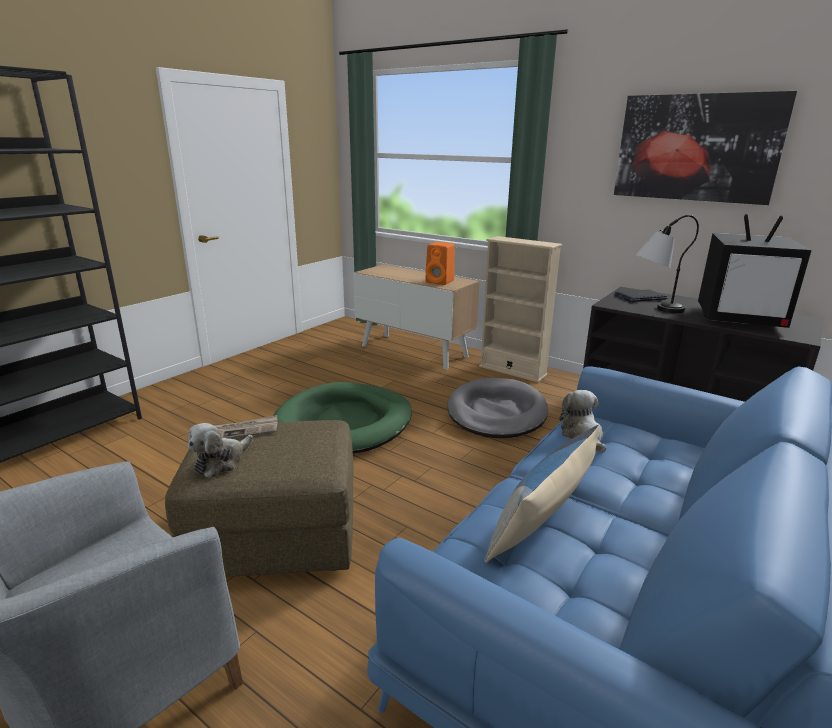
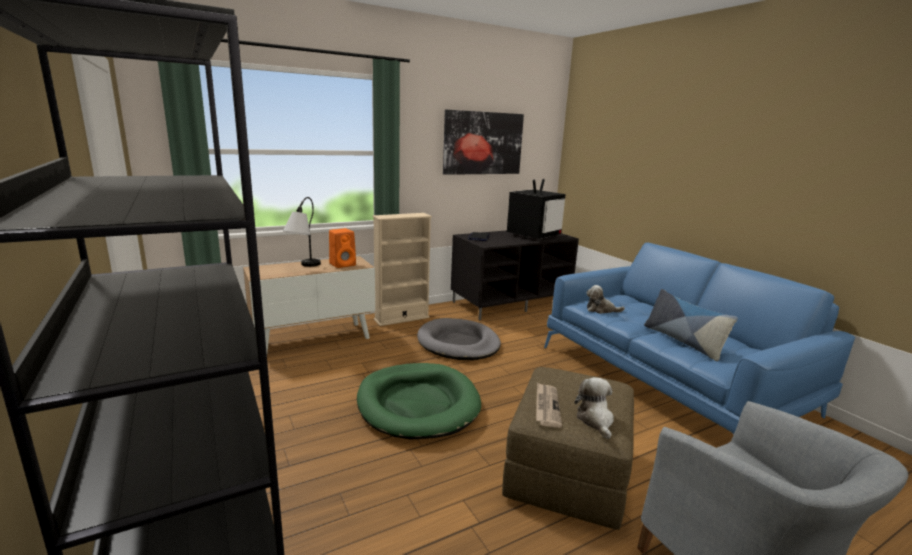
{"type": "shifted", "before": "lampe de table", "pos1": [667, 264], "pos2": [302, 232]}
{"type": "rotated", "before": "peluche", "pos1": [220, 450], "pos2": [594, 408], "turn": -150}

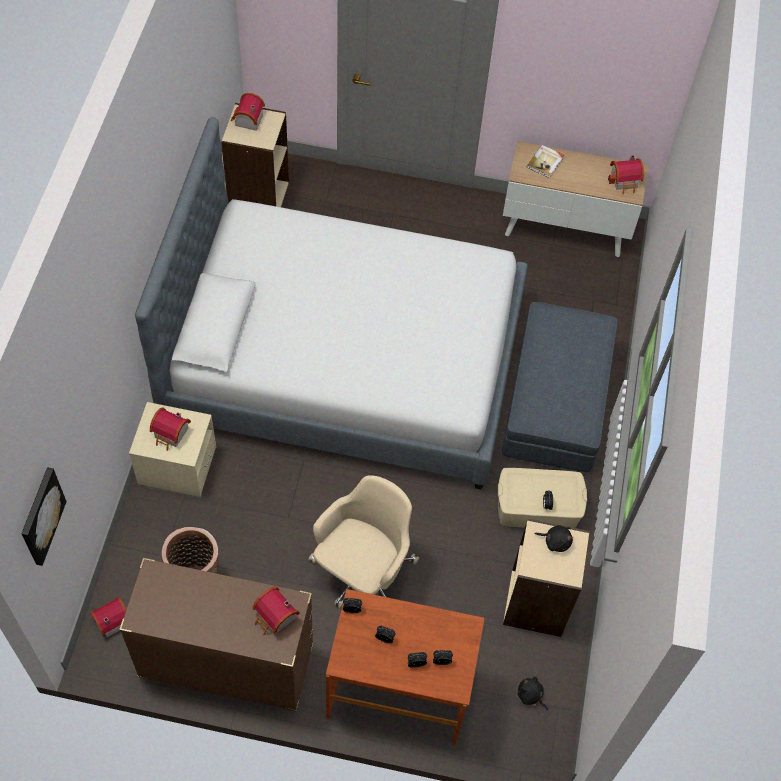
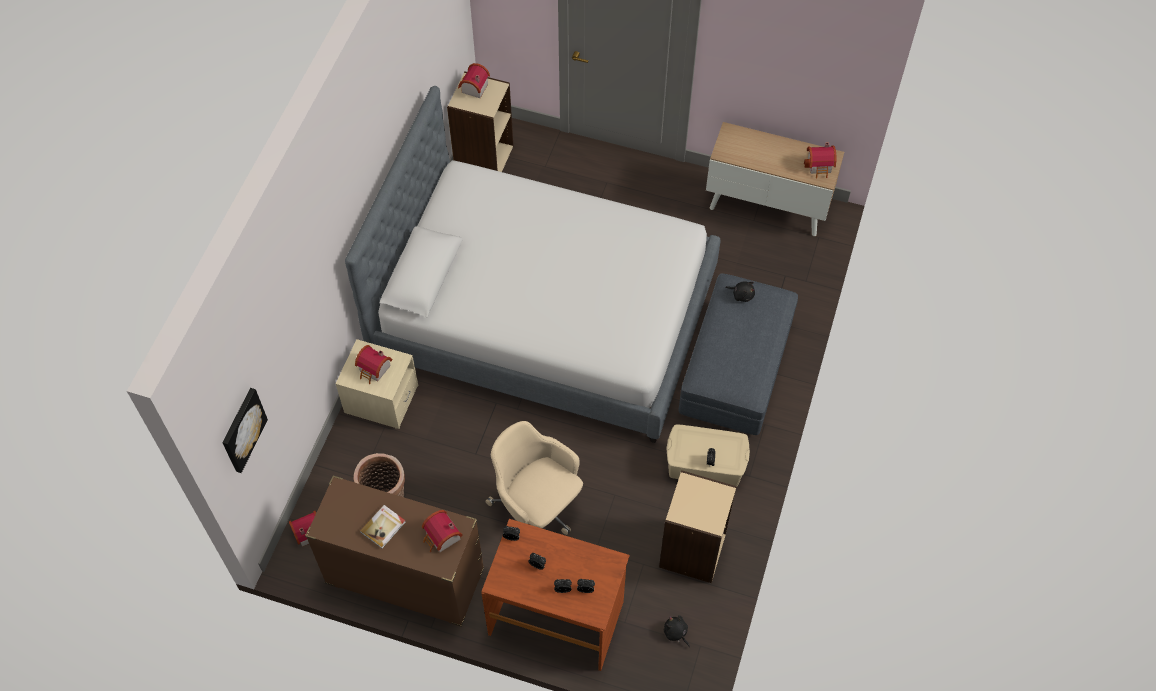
{"type": "shifted", "before": "livre", "pos1": [545, 161], "pos2": [383, 527]}
{"type": "rotated", "before": "chaise de bureau/beige", "pos1": [363, 541], "pos2": [534, 478], "turn": -90}
{"type": "shifted", "before": "peluche/noir", "pos1": [554, 538], "pos2": [740, 291]}

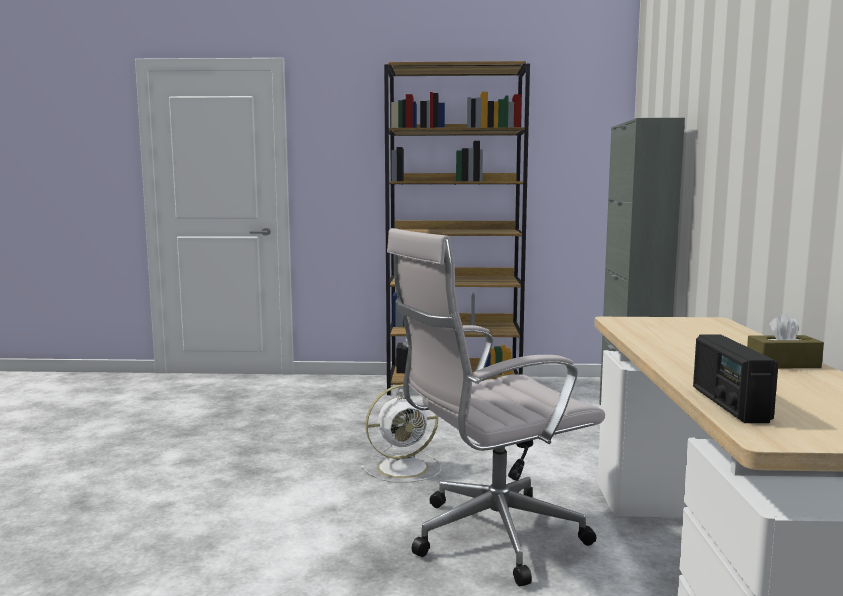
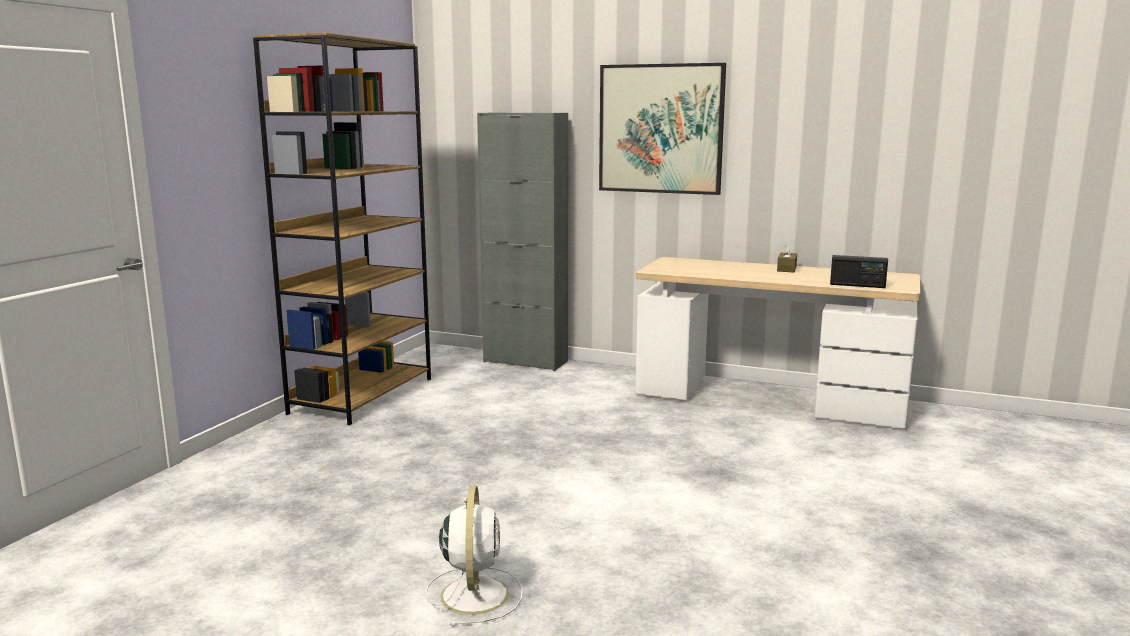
{"type": "gone", "before": "chaise de bureau/blanc", "pos1": [496, 407]}
{"type": "shifted", "before": "ventilateur/blanc", "pos1": [401, 433], "pos2": [474, 556]}
{"type": "new", "after": "tableau", "pos2": [662, 129]}

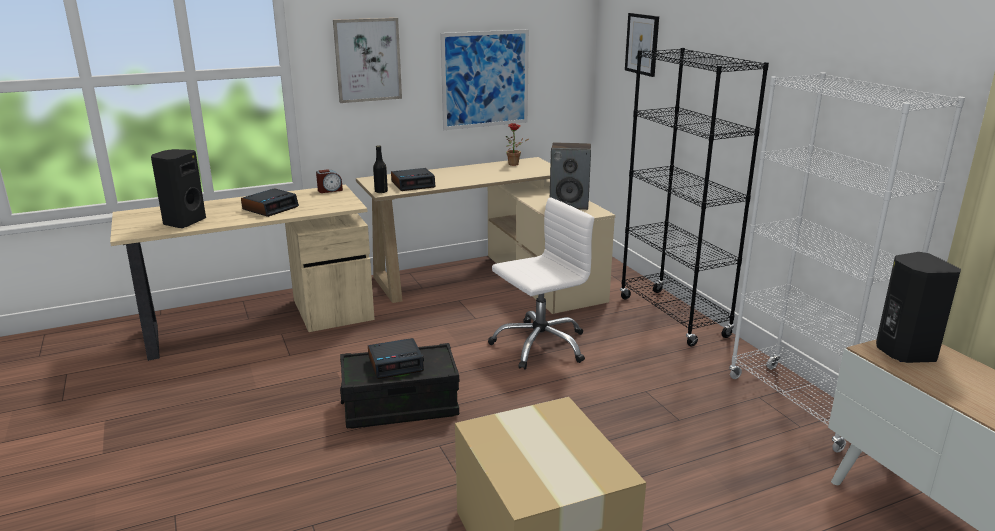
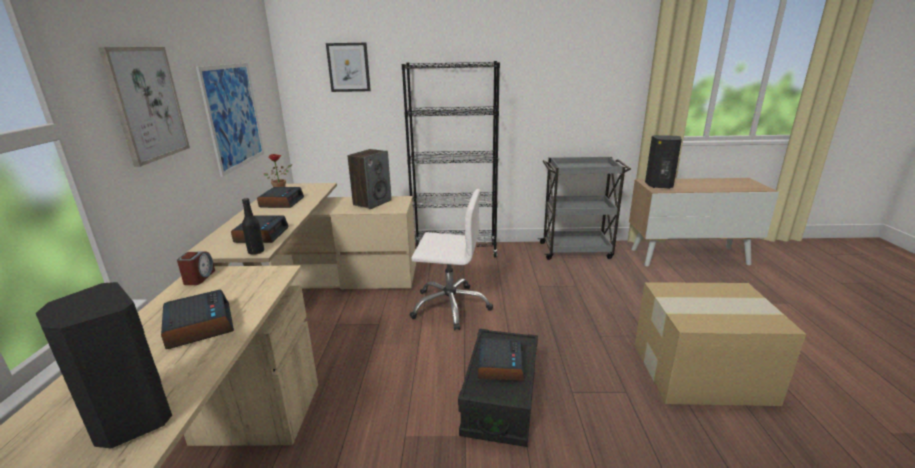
{"type": "swapped", "before": "bibliothèque/blanc", "after": "chariot/gris", "pos1": [847, 263], "pos2": [584, 208]}
{"type": "rotated", "before": "chaise de bureau/blanc", "pos1": [541, 283], "pos2": [451, 259], "turn": 105}
{"type": "new", "after": "réveil", "pos2": [280, 197]}

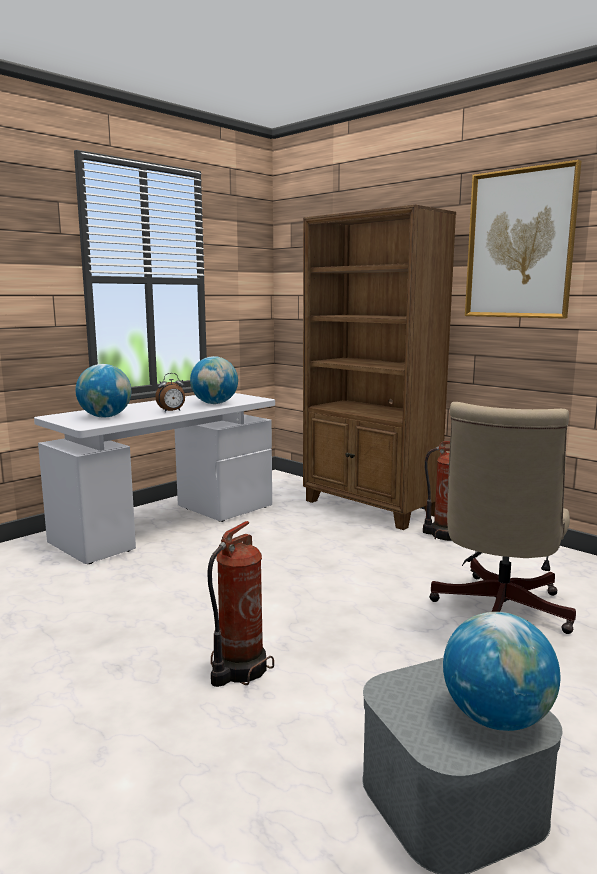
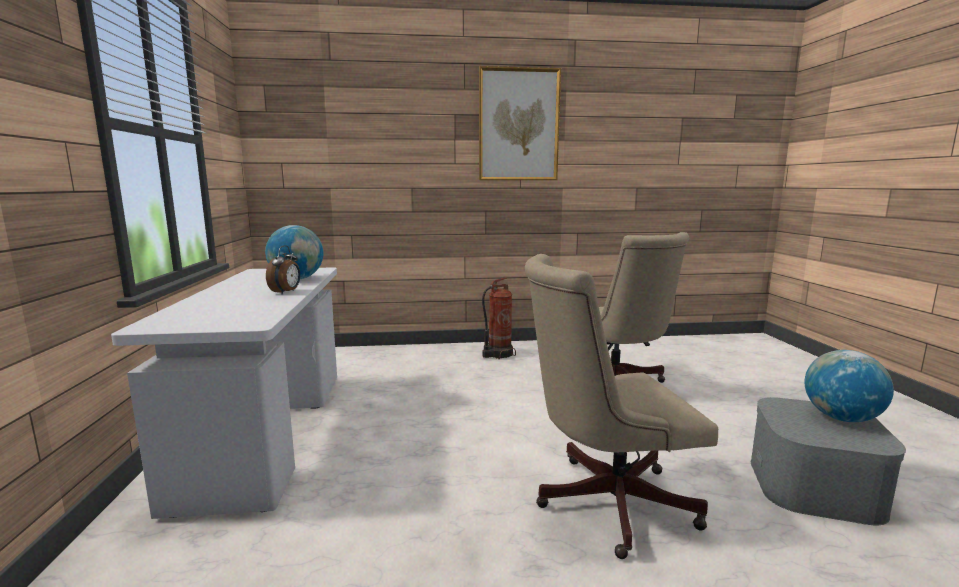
{"type": "gone", "before": "bibliothèque/marron", "pos1": [379, 367]}
{"type": "gone", "before": "globe", "pos1": [103, 390]}
{"type": "swapped", "before": "extincteur", "after": "chaise de bureau/beige", "pos1": [240, 604], "pos2": [621, 406]}

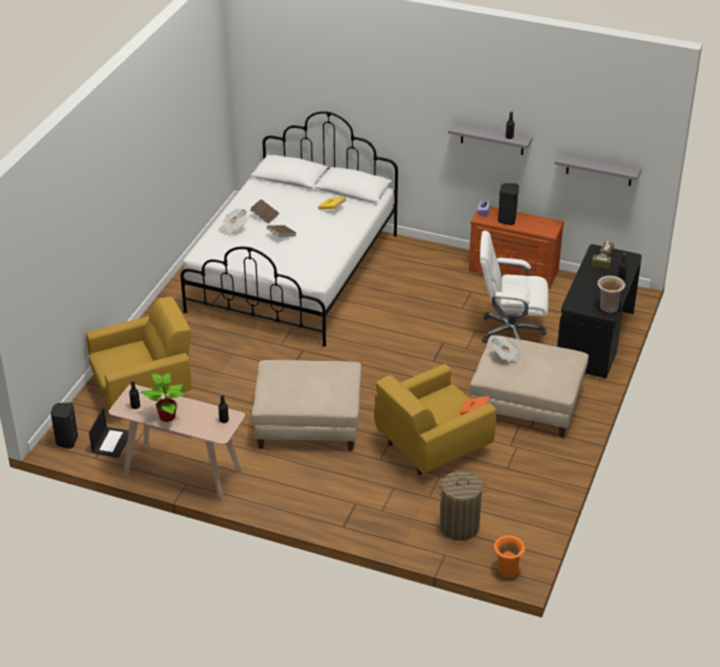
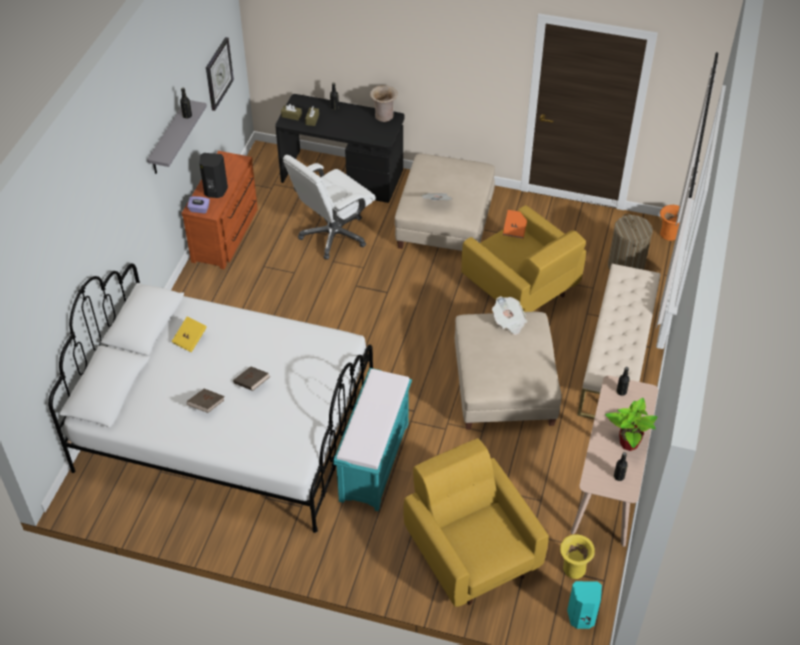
{"type": "swapped", "before": "étagère/gris", "after": "horloge murale", "pos1": [598, 169], "pos2": [220, 74]}
{"type": "shifted", "before": "journal", "pos1": [233, 222], "pos2": [509, 315]}
{"type": "rotated", "before": "chaise de bureau/blanc", "pos1": [514, 286], "pos2": [329, 207], "turn": 45}
{"type": "repainted", "before": "enceinte/noir", "after": "enceinte/turquoise", "pos1": [64, 426], "pos2": [584, 605]}
{"type": "swapped", "before": "ordinateur portable", "after": "vase/jaune", "pos1": [109, 432], "pos2": [577, 556]}
{"type": "new", "after": "banc/beige", "pos2": [618, 341]}
{"type": "new", "after": "banc/turquoise", "pos2": [372, 439]}

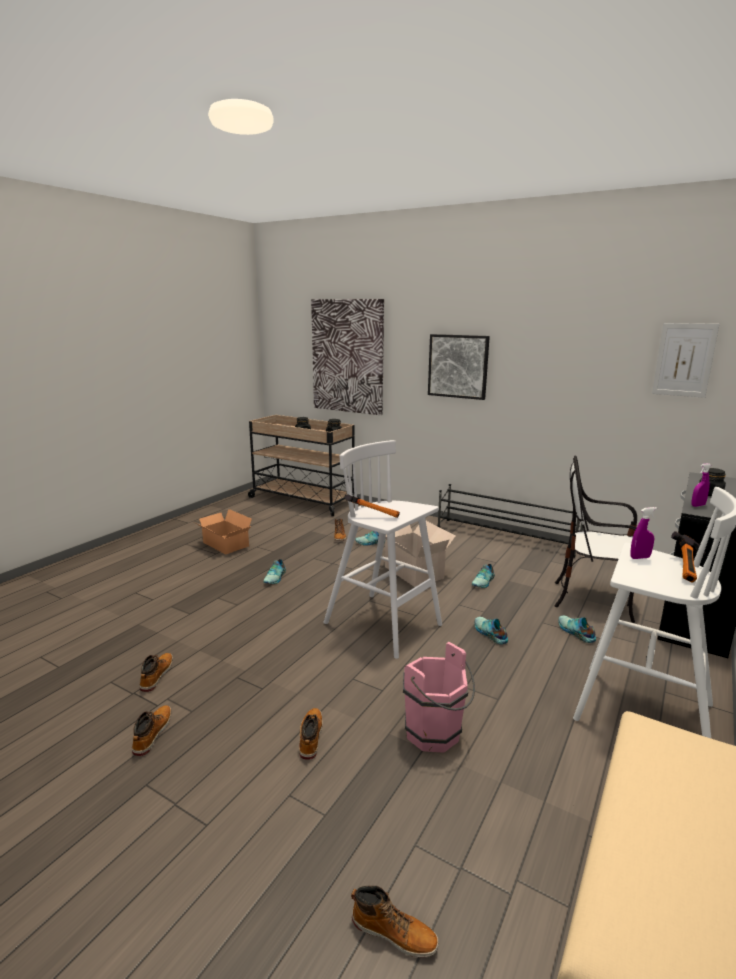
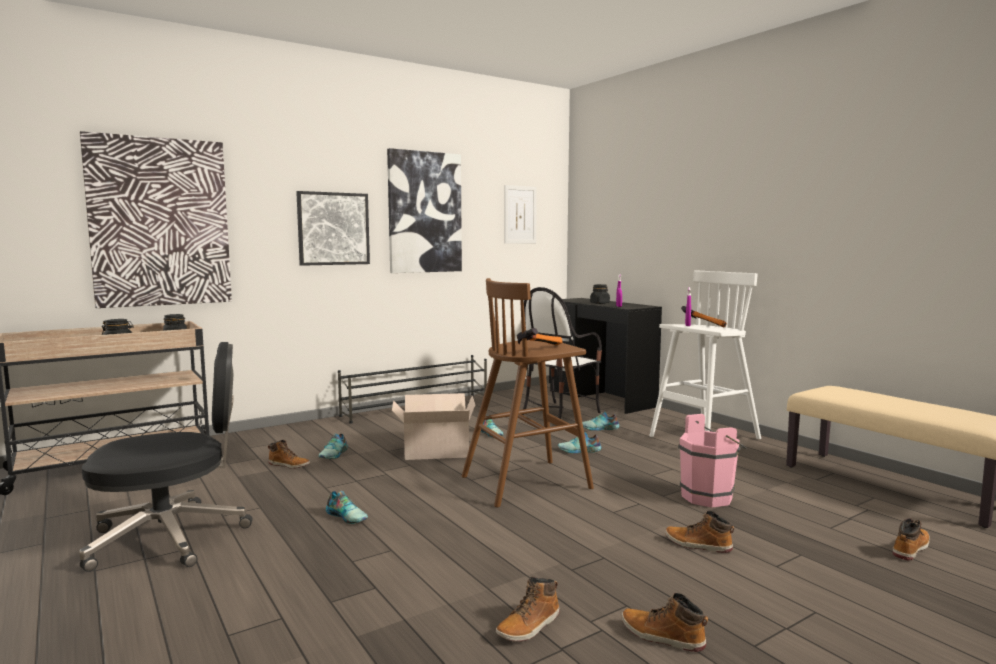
{"type": "repainted", "before": "tabouret/blanc", "after": "tabouret/marron", "pos1": [382, 549], "pos2": [528, 392]}
{"type": "swapped", "before": "carton", "after": "chaise de bureau/noir", "pos1": [223, 531], "pos2": [166, 457]}
{"type": "rotated", "before": "botte", "pos1": [156, 672], "pos2": [528, 609], "turn": -75}
{"type": "new", "after": "tableau", "pos2": [424, 210]}

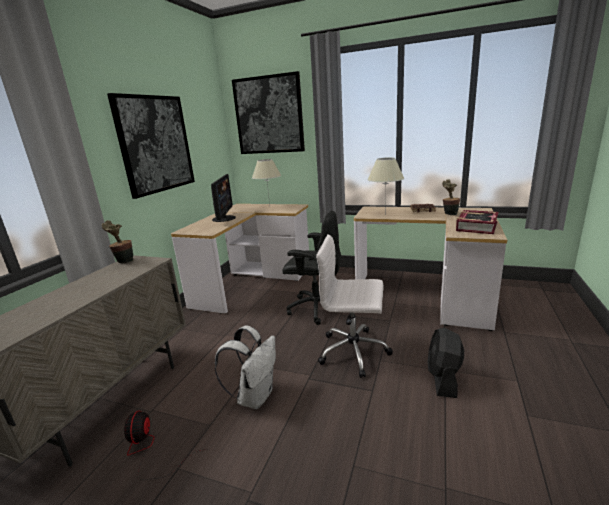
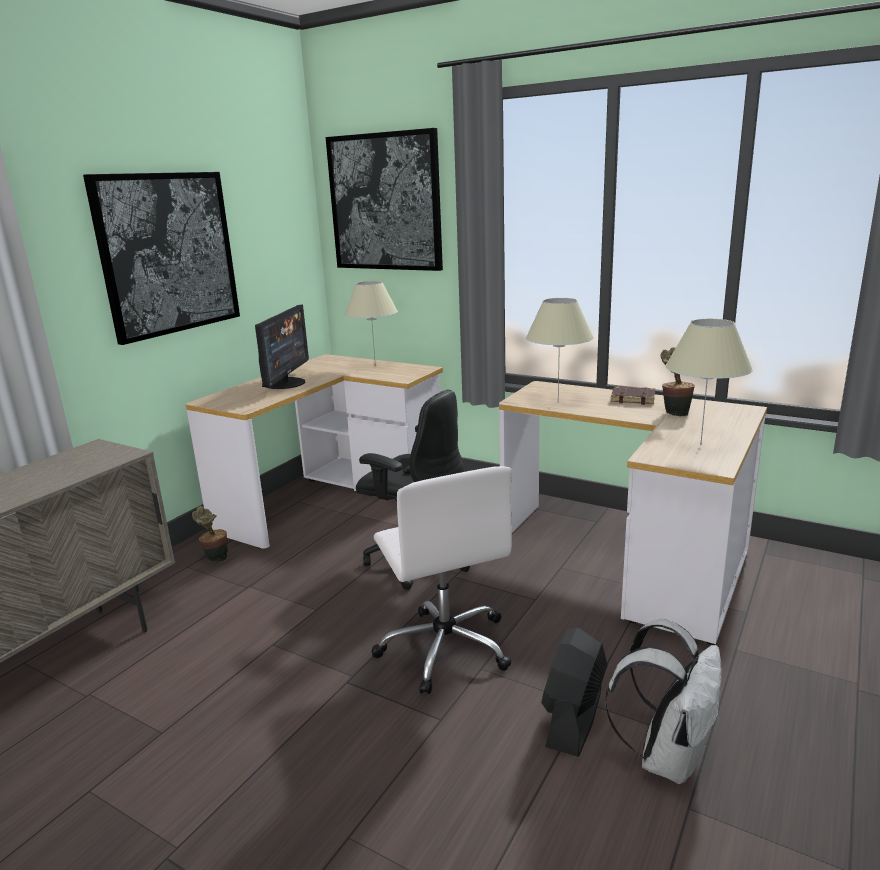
{"type": "swapped", "before": "livre", "after": "lampe de table/beige", "pos1": [477, 222], "pos2": [709, 382]}
{"type": "shifted", "before": "plante en pot", "pos1": [117, 241], "pos2": [210, 534]}
{"type": "rotated", "before": "chaise de bureau/blanc", "pos1": [354, 306], "pos2": [441, 580], "turn": -135}
{"type": "shifted", "before": "sac à dos/blanc", "pos1": [245, 367], "pos2": [663, 701]}
{"type": "gone", "before": "ventilateur", "pos1": [166, 445]}

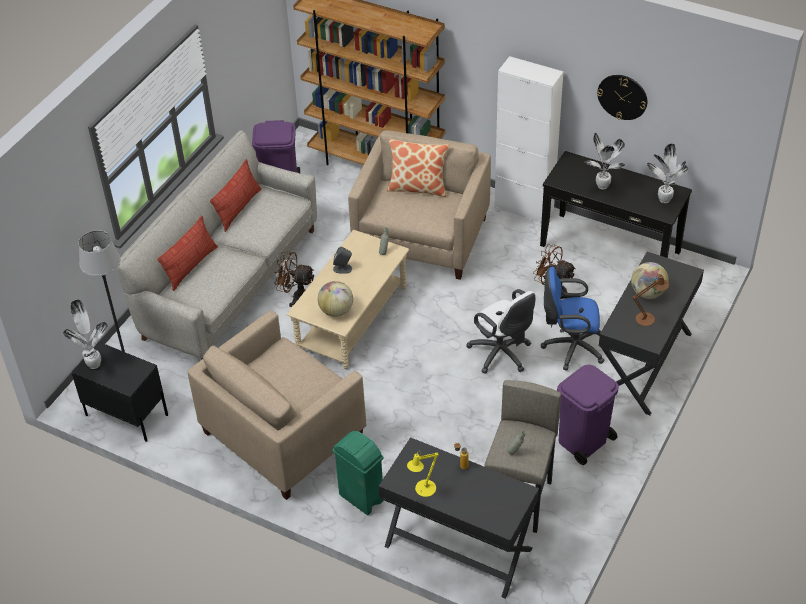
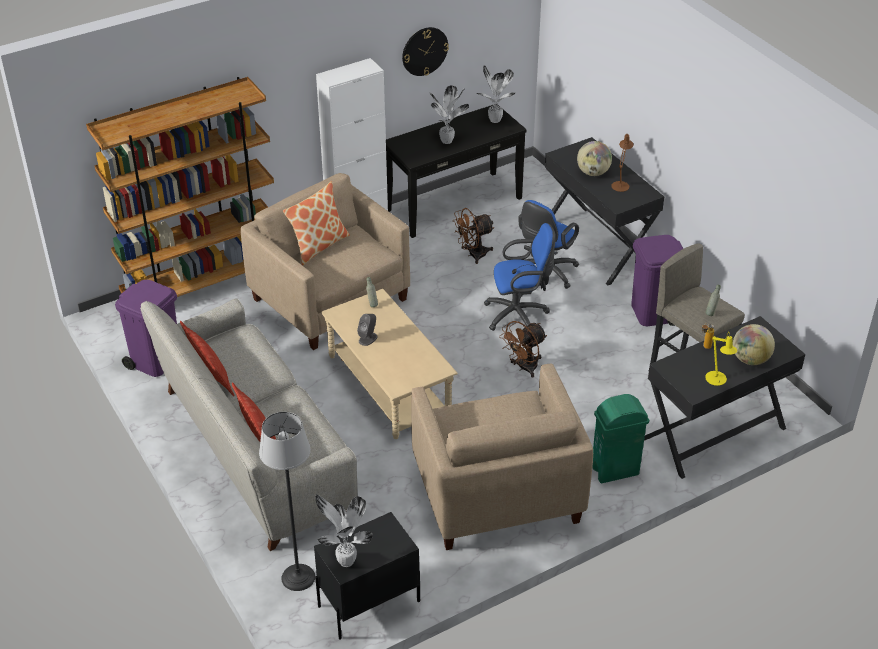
{"type": "shifted", "before": "ventilateur/marron", "pos1": [294, 279], "pos2": [523, 349]}
{"type": "shifted", "before": "globe", "pos1": [335, 299], "pos2": [754, 344]}
{"type": "repainted", "before": "chaise de bureau/blanc", "after": "chaise de bureau/bleu", "pos1": [501, 331], "pos2": [520, 277]}

